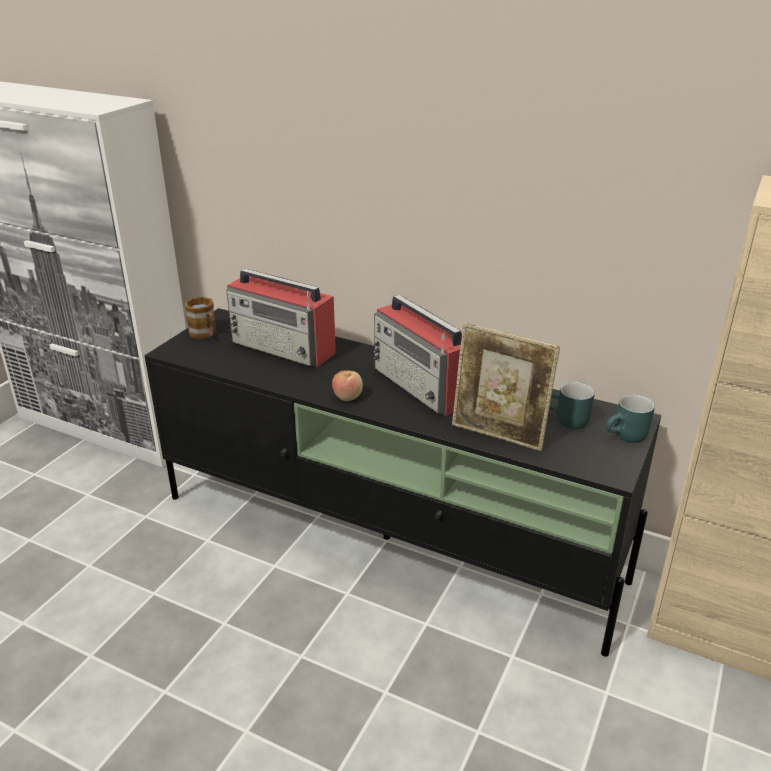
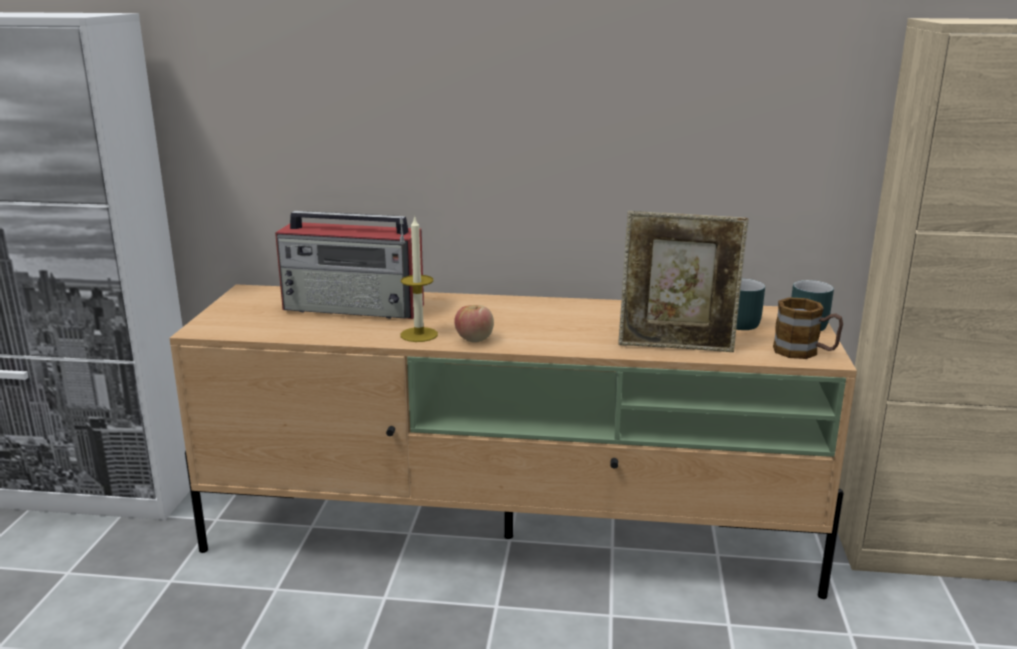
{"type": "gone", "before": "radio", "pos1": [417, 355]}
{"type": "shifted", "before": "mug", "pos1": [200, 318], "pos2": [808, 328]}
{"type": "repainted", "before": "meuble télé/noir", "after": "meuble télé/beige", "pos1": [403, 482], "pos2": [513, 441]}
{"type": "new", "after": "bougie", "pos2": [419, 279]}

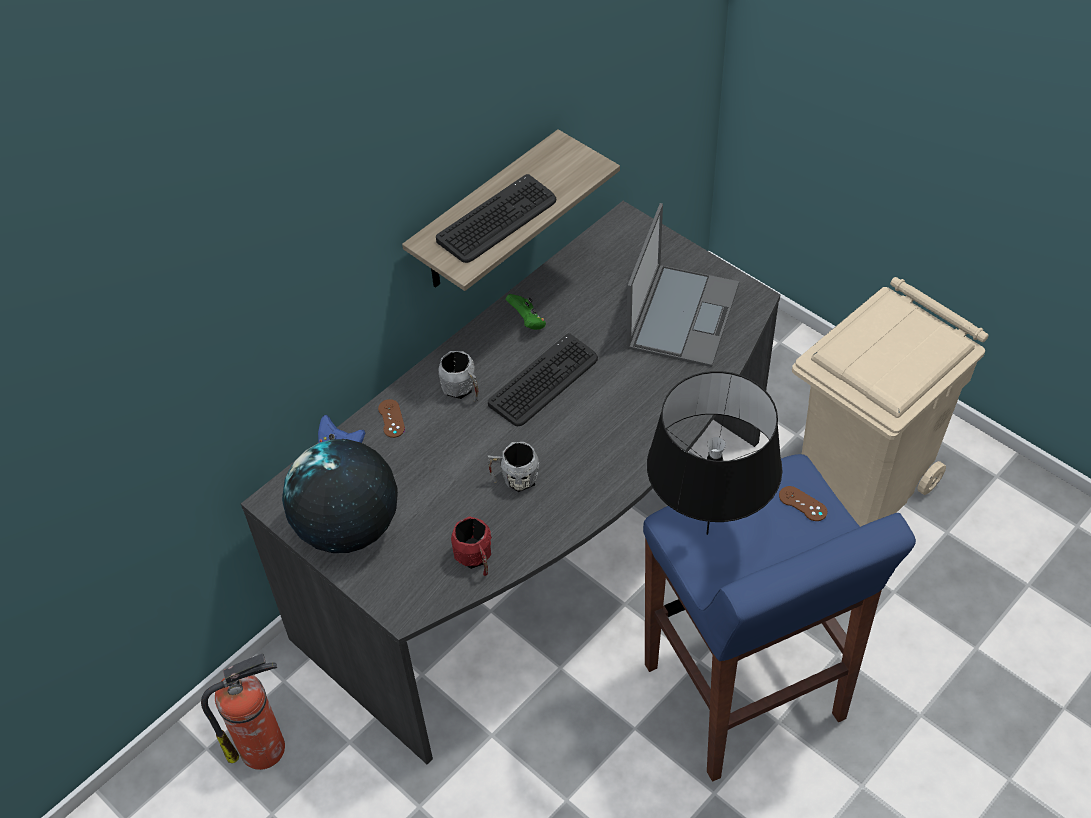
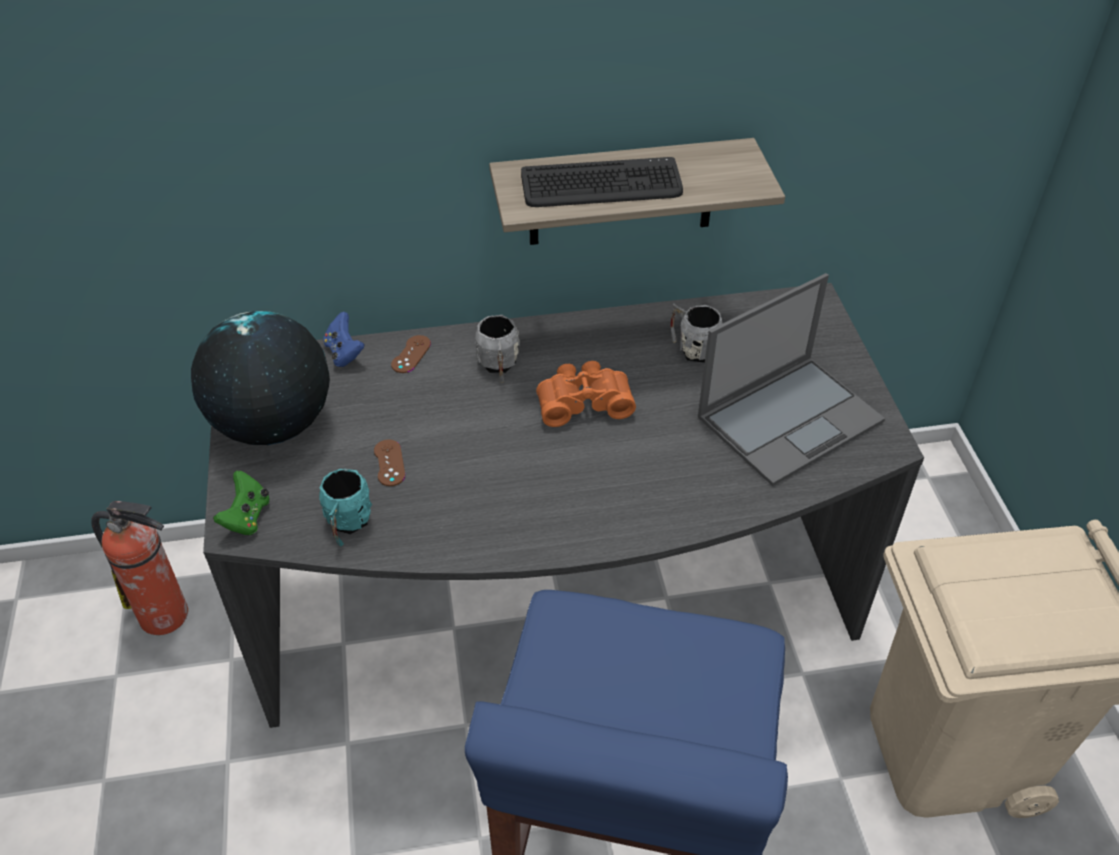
{"type": "shifted", "before": "manette/vert", "pos1": [526, 312], "pos2": [241, 503]}
{"type": "swapped", "before": "clavier", "after": "jumelles/orange", "pos1": [543, 380], "pos2": [586, 394]}
{"type": "gone", "before": "lampe de table/noir", "pos1": [714, 453]}
{"type": "shifted", "before": "mug/gris", "pos1": [513, 467], "pos2": [697, 333]}
{"type": "shifted", "before": "manette/marron", "pos1": [803, 503], "pos2": [389, 462]}
{"type": "repainted", "before": "mug/rouge", "after": "mug/turquoise", "pos1": [471, 546], "pos2": [345, 507]}

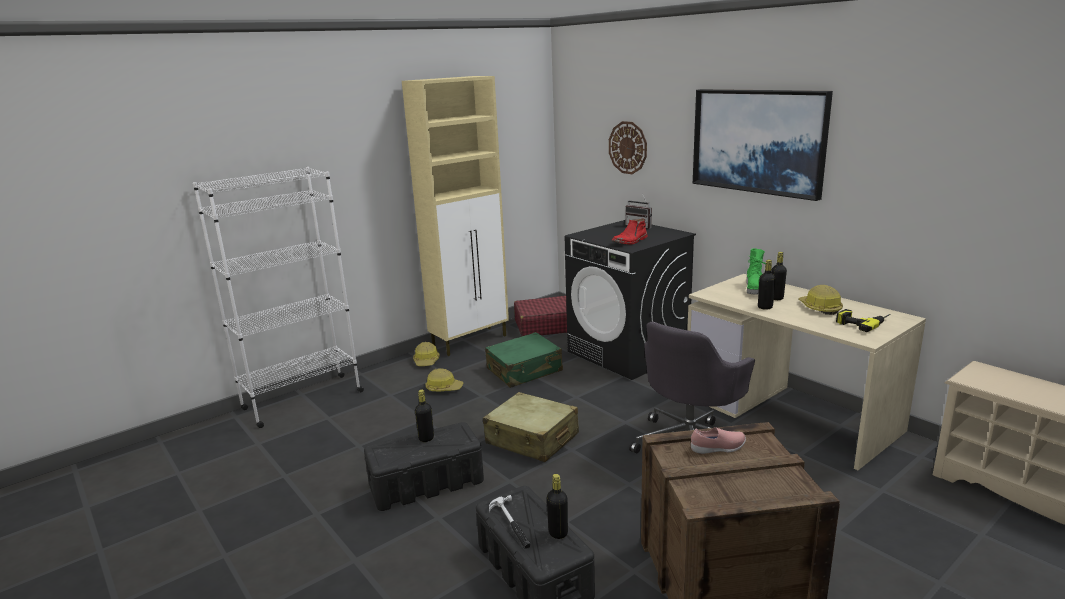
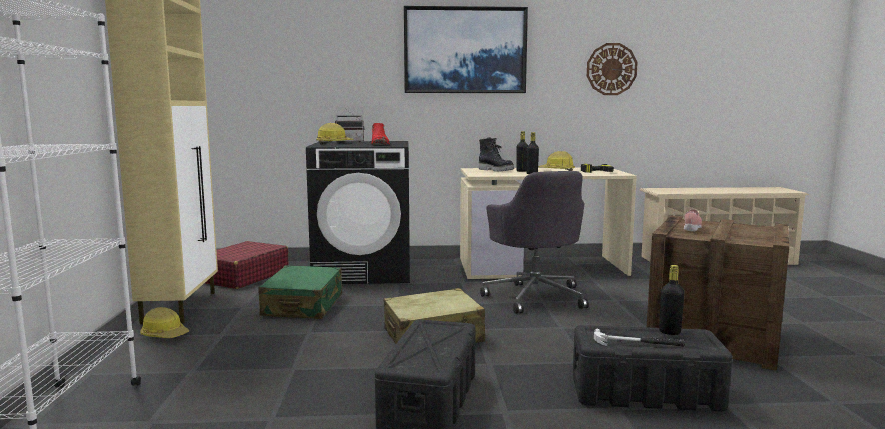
{"type": "shifted", "before": "horloge murale", "pos1": [628, 147], "pos2": [612, 69]}
{"type": "repainted", "before": "botte/vert", "after": "botte/noir", "pos1": [756, 271], "pos2": [496, 154]}
{"type": "shifted", "before": "casque de chantier", "pos1": [444, 379], "pos2": [335, 133]}
{"type": "gone", "before": "bouteille/noir", "pos1": [424, 416]}

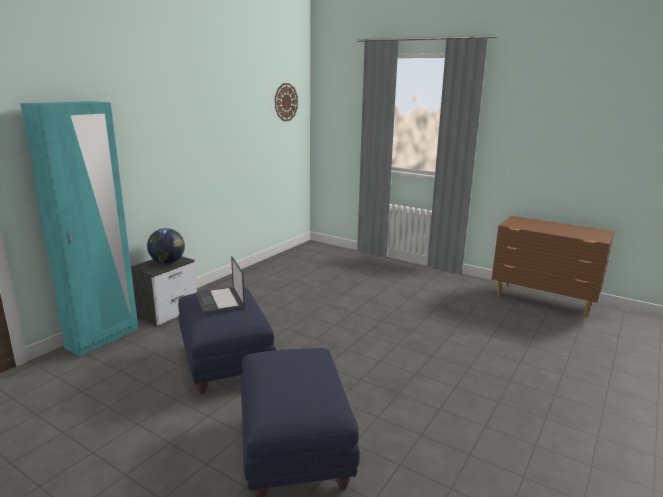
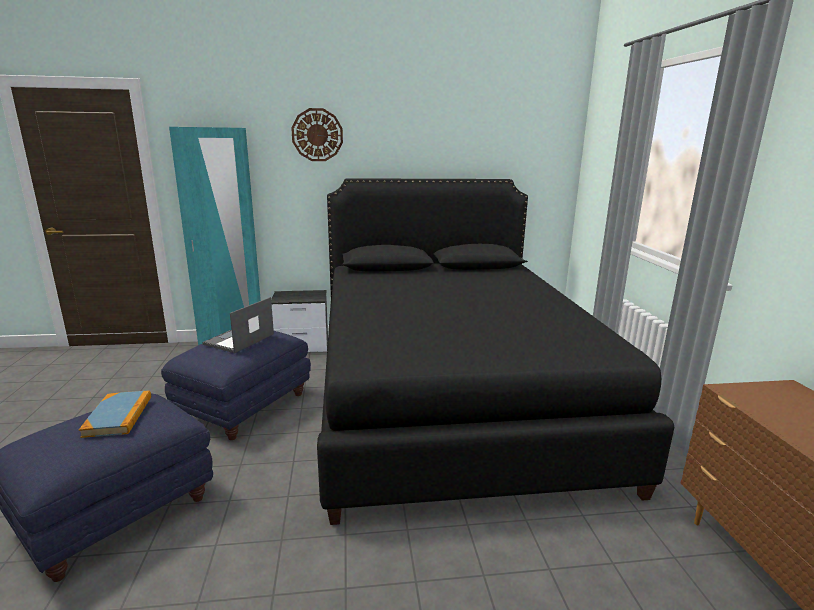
{"type": "shifted", "before": "horloge murale", "pos1": [286, 102], "pos2": [317, 134]}
{"type": "gone", "before": "globe", "pos1": [166, 246]}
{"type": "new", "after": "lit/noir", "pos2": [495, 351]}
{"type": "new", "after": "livre", "pos2": [115, 414]}

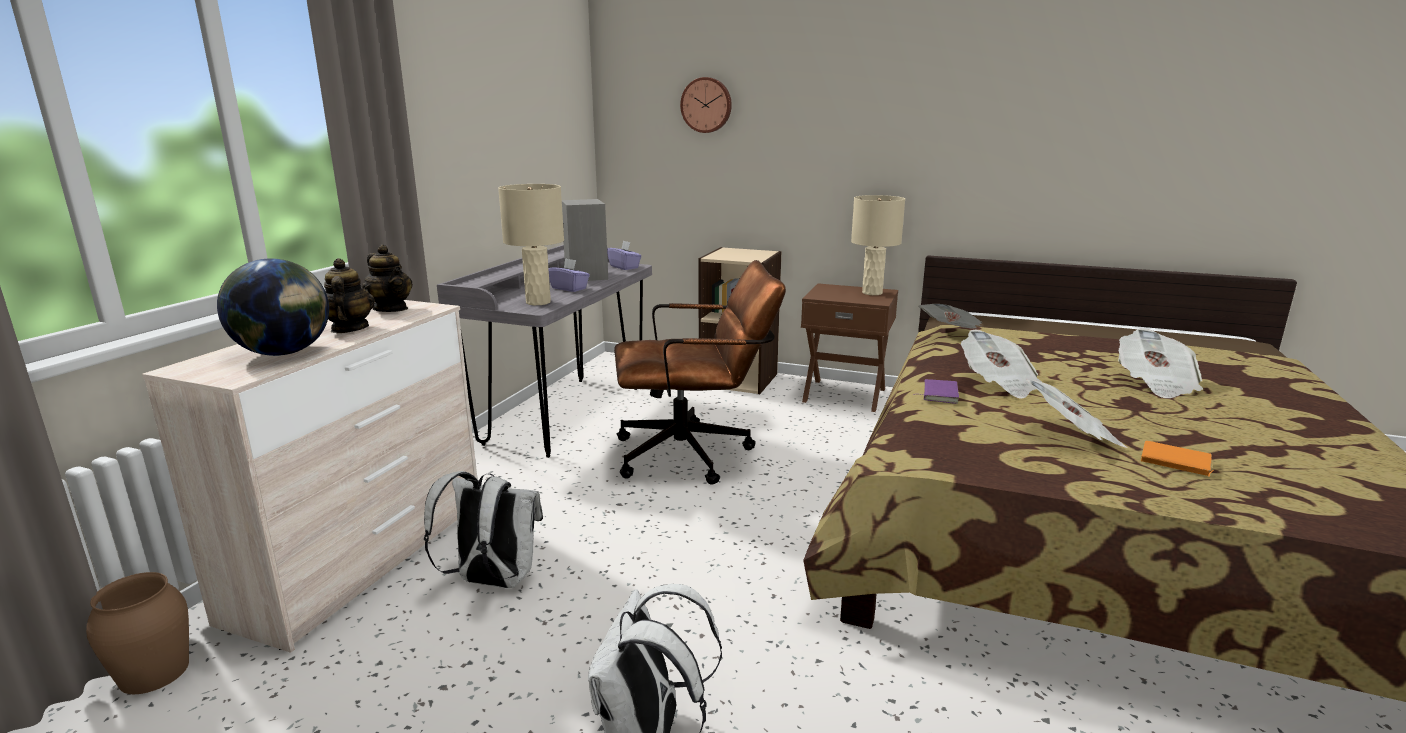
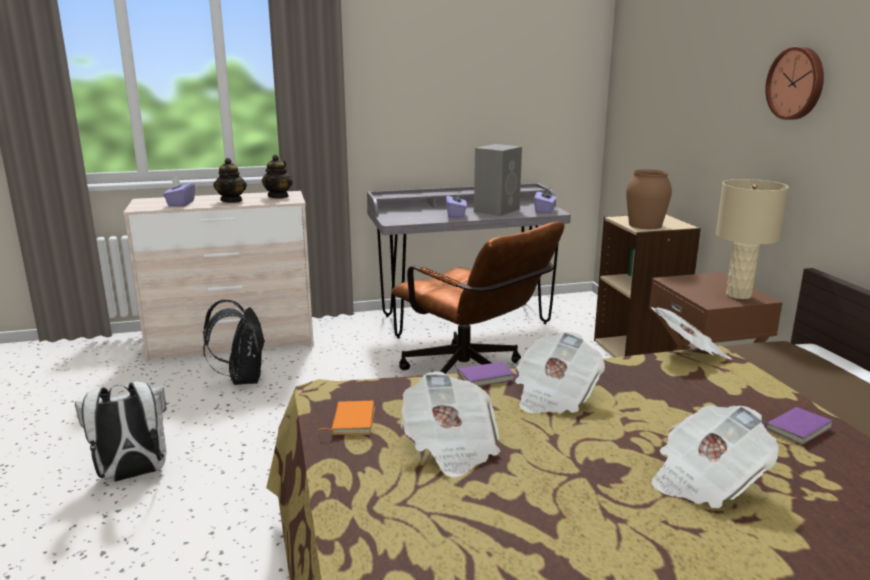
{"type": "shifted", "before": "horloge murale", "pos1": [706, 105], "pos2": [794, 83]}
{"type": "gone", "before": "lampe de table/beige", "pos1": [531, 244]}
{"type": "swapped", "before": "globe", "after": "boîte à mouchoirs/violet", "pos1": [273, 307], "pos2": [179, 192]}
{"type": "rotated", "before": "théière", "pos1": [349, 295], "pos2": [230, 180], "turn": 135}
{"type": "shifted", "before": "livre/orange", "pos1": [1177, 459], "pos2": [347, 418]}
{"type": "repainted", "before": "sac à dos/blanc", "after": "sac à dos/noir", "pos1": [483, 529], "pos2": [233, 342]}
{"type": "shifted", "before": "vase/marron", "pos1": [137, 633], "pos2": [649, 199]}
{"type": "new", "after": "livre/violet", "pos2": [797, 426]}

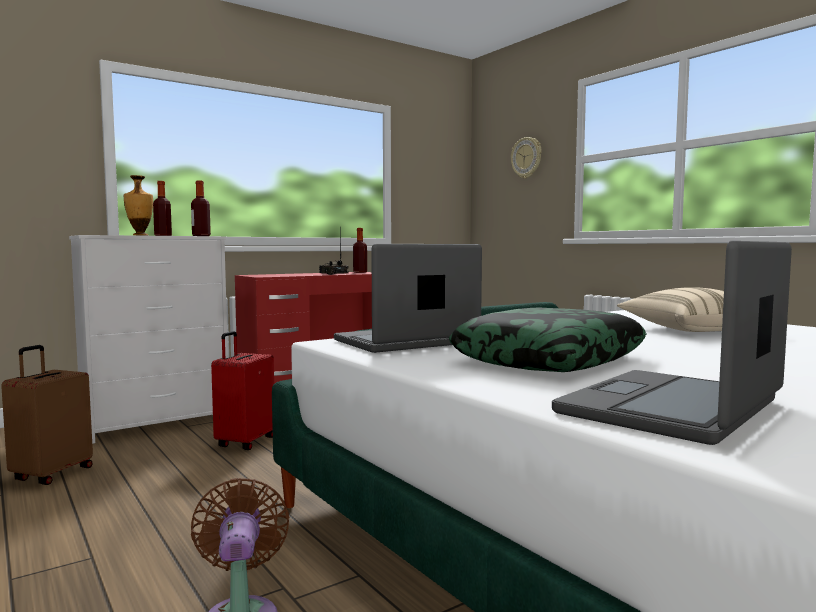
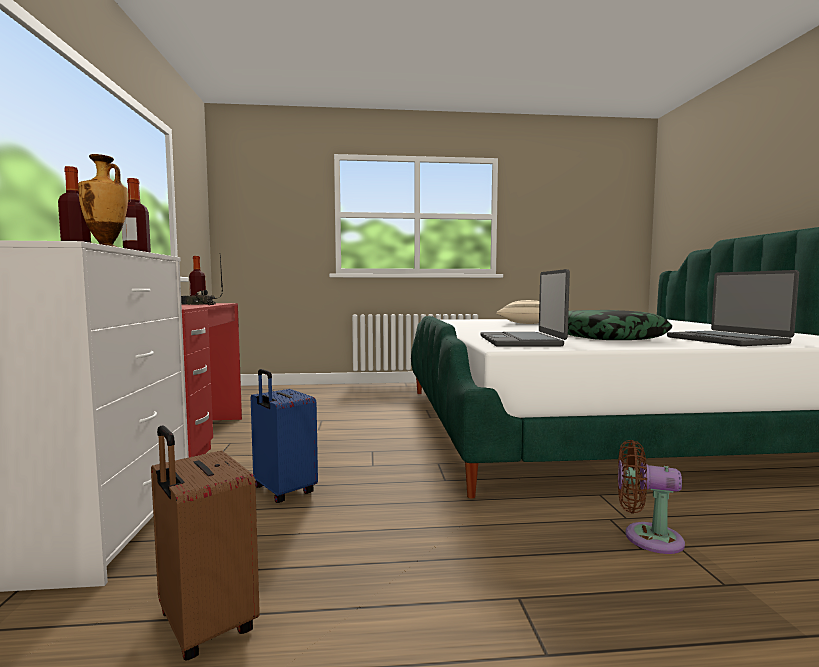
{"type": "gone", "before": "horloge murale", "pos1": [526, 158]}
{"type": "repainted", "before": "valise/rouge", "after": "valise/bleu", "pos1": [242, 390], "pos2": [284, 436]}

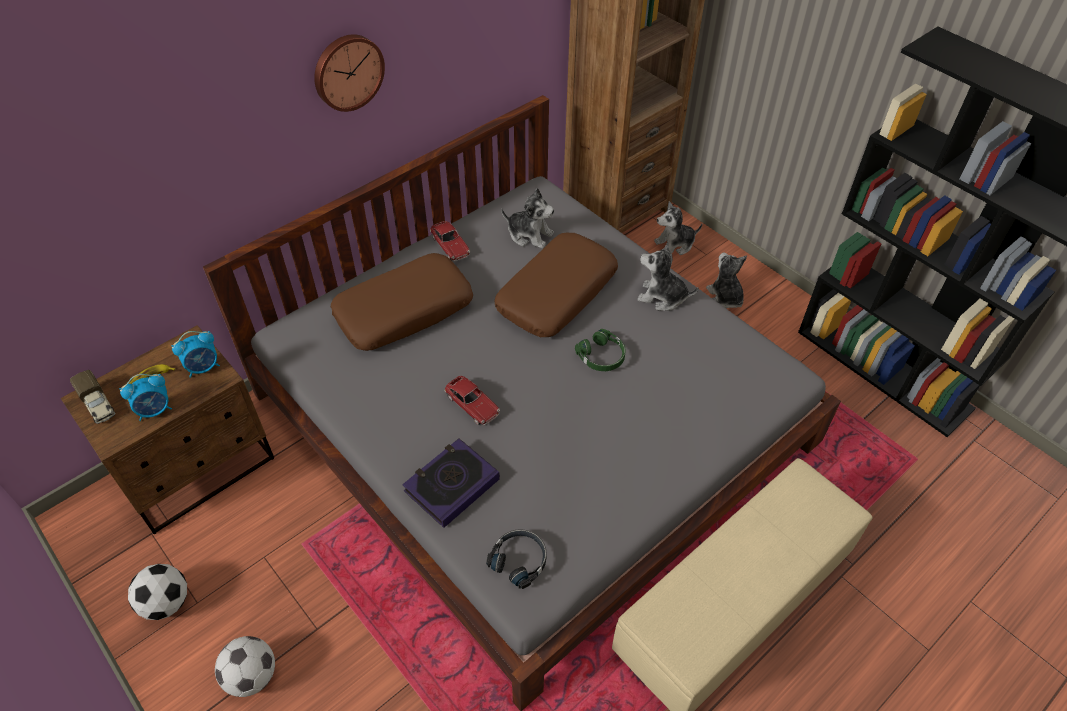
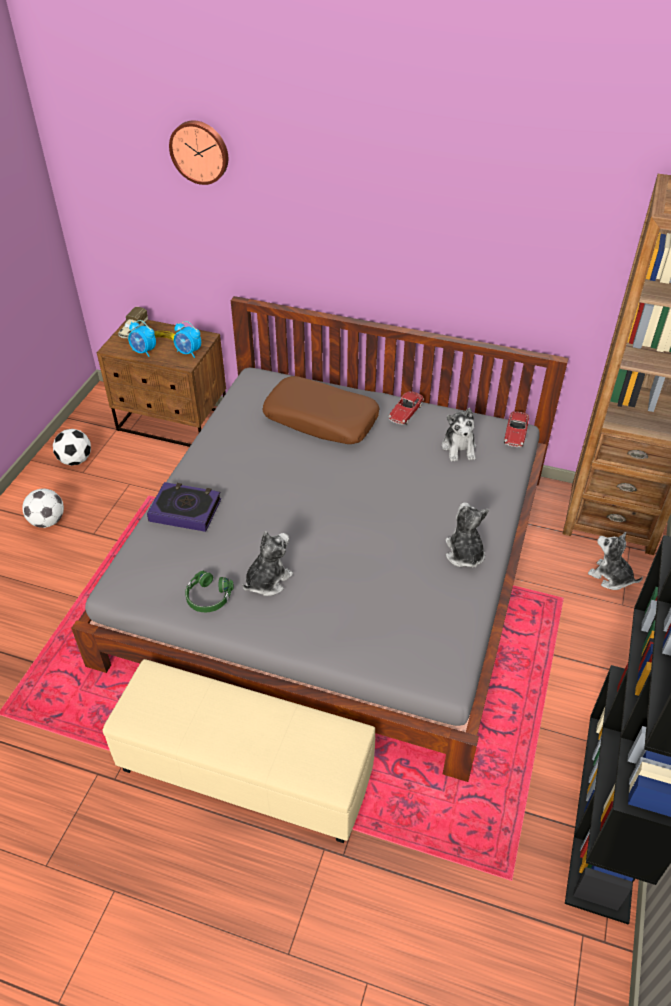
{"type": "shifted", "before": "horloge murale", "pos1": [349, 73], "pos2": [198, 153]}
{"type": "gone", "before": "coussin/marron", "pos1": [556, 285]}
{"type": "shifted", "before": "peluche", "pos1": [726, 280], "pos2": [268, 563]}
{"type": "shifted", "before": "casque audio/vert", "pos1": [600, 350], "pos2": [209, 591]}
{"type": "shifted", "before": "petite voiture", "pos1": [472, 400], "pos2": [516, 429]}
{"type": "gone", "before": "casque audio/noir", "pos1": [516, 559]}

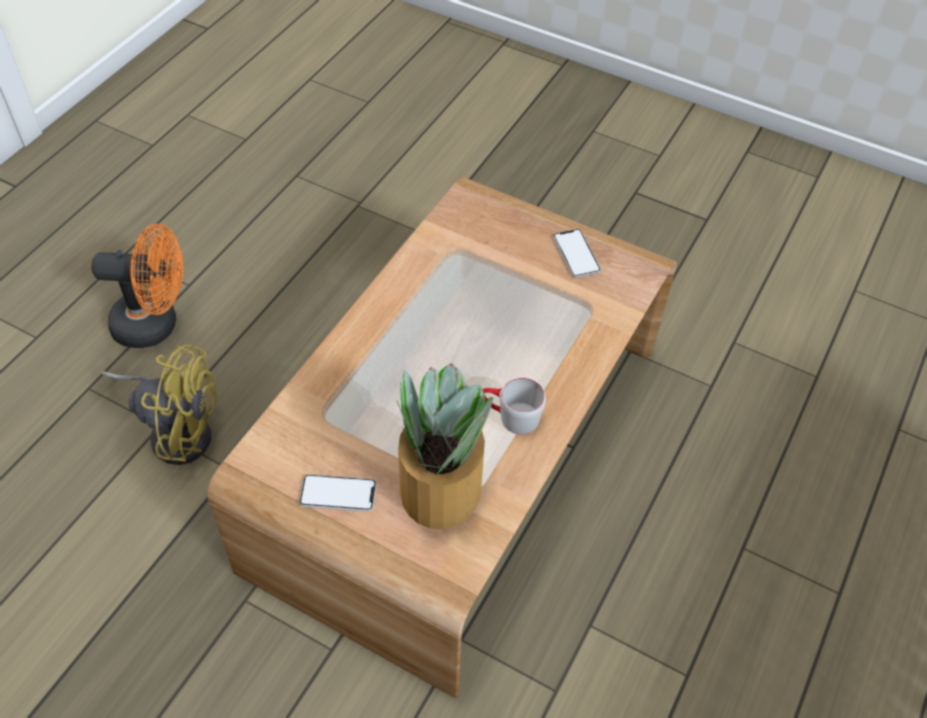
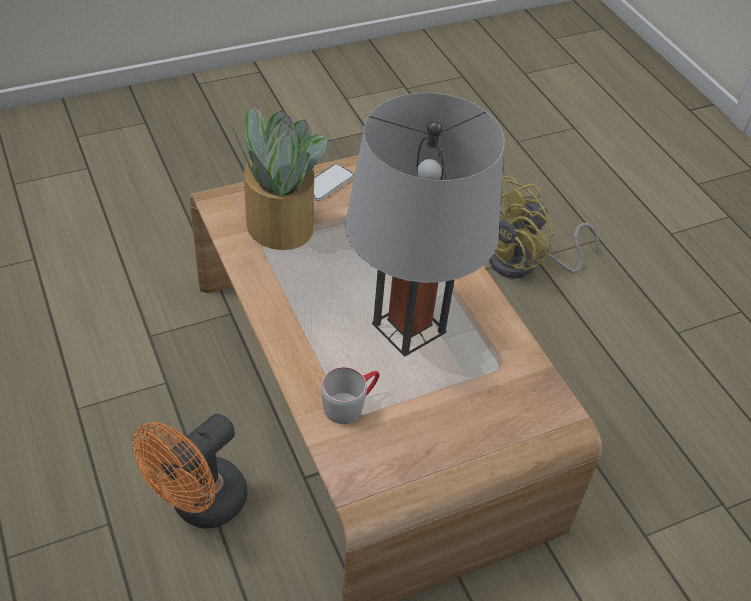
{"type": "shifted", "before": "ventilateur/orange", "pos1": [137, 285], "pos2": [190, 471]}
{"type": "gone", "before": "téléphone", "pos1": [577, 253]}
{"type": "shifted", "before": "mug/gris", "pos1": [514, 405], "pos2": [350, 395]}
{"type": "new", "after": "lampe de table/gris", "pos2": [425, 225]}

